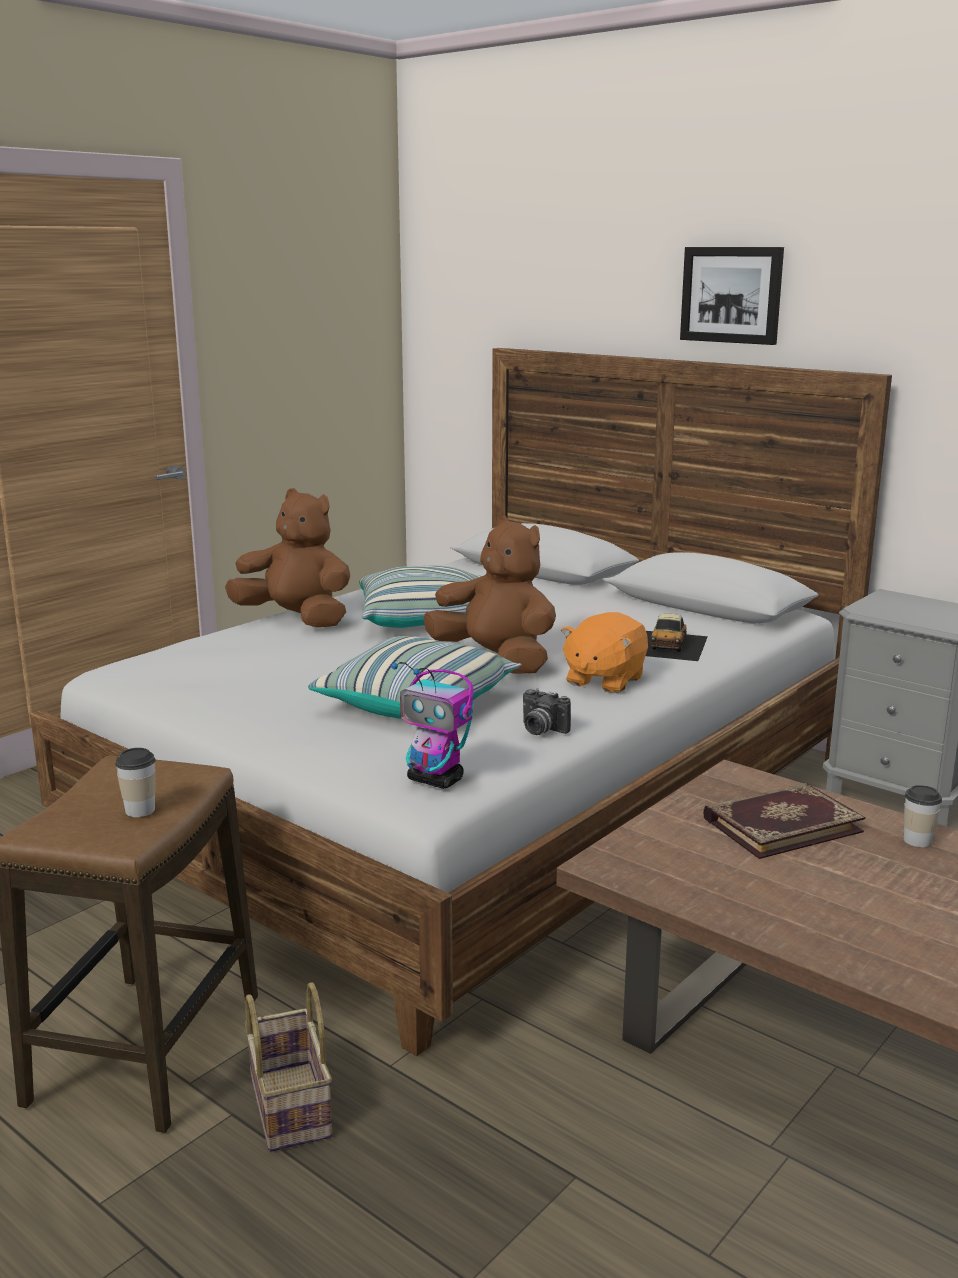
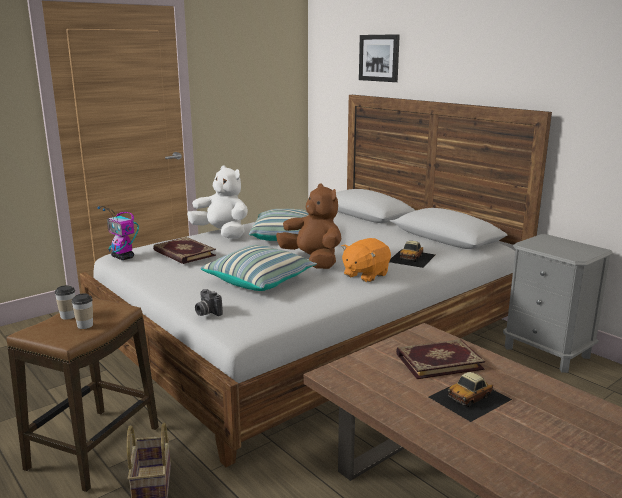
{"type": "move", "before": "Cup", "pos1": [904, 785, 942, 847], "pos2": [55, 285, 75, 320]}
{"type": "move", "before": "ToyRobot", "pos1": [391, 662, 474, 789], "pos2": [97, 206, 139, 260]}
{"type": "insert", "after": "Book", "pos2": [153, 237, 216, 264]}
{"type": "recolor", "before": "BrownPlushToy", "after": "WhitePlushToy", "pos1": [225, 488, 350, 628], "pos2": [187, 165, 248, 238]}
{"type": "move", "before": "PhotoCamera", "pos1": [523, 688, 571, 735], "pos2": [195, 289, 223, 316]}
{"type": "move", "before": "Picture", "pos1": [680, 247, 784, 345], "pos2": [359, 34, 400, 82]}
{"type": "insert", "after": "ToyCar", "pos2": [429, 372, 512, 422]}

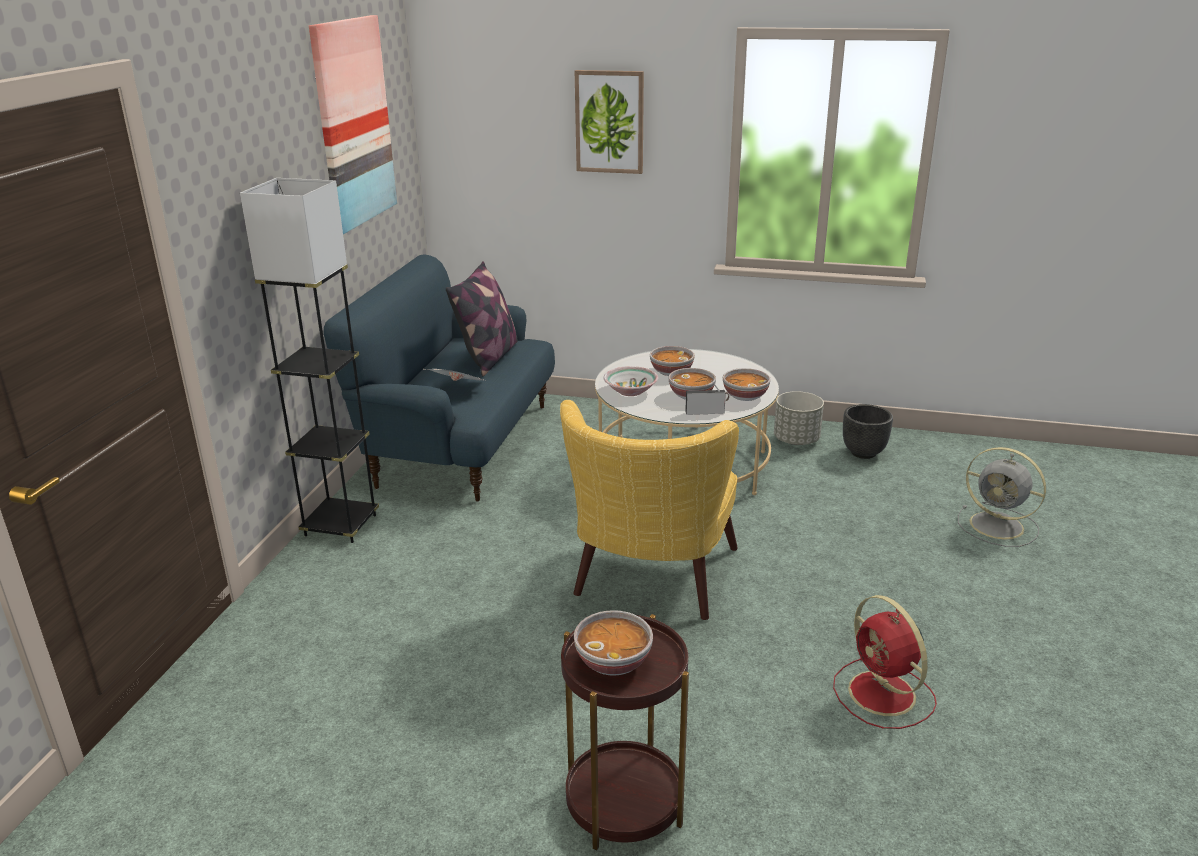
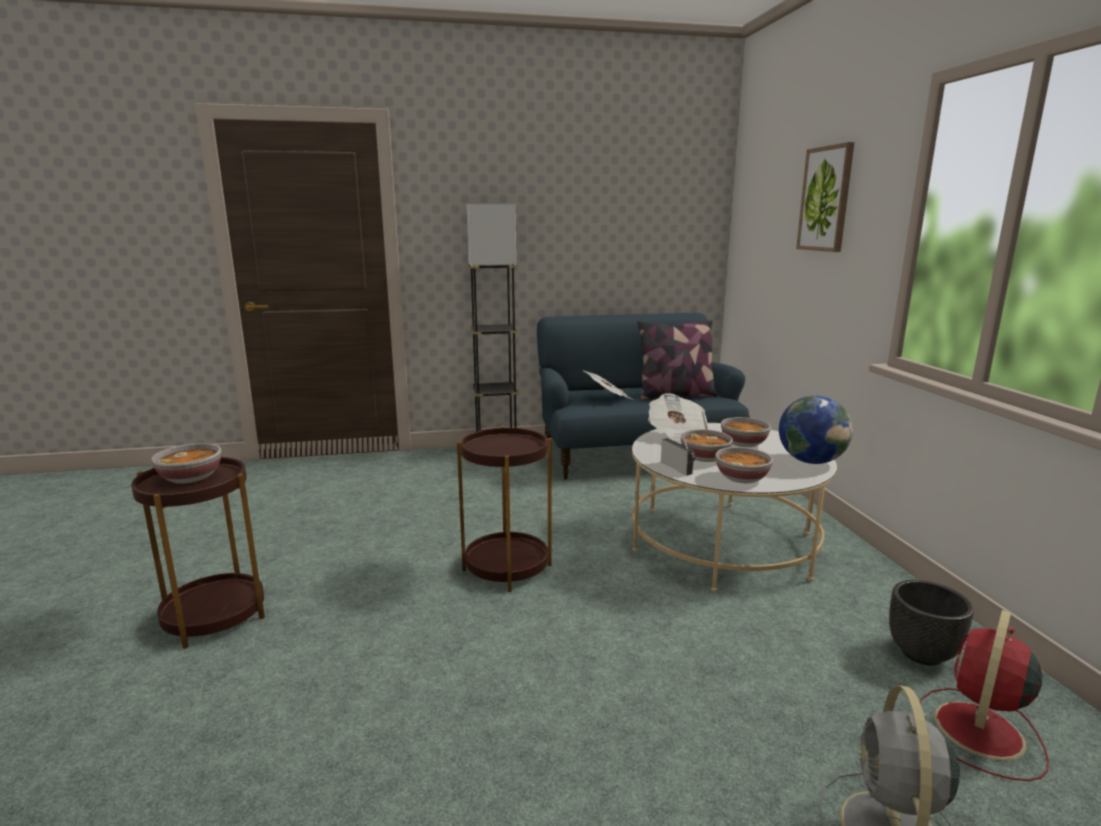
{"type": "replace", "before": "YellowArmchair", "after": "BrownSideTable", "pos1": [560, 400, 739, 620], "pos2": [457, 426, 551, 592]}
{"type": "replace", "before": "Bowl", "after": "Newspaper", "pos1": [604, 366, 658, 396], "pos2": [649, 393, 709, 444]}
{"type": "insert", "after": "Globe", "pos2": [779, 396, 853, 464]}
{"type": "move", "before": "RedFan", "pos1": [833, 595, 937, 729], "pos2": [919, 610, 1049, 781]}
{"type": "delete", "before": "Picture", "pos1": [309, 15, 397, 234]}
{"type": "delete", "before": "GreyPlanter", "pos1": [774, 391, 824, 445]}

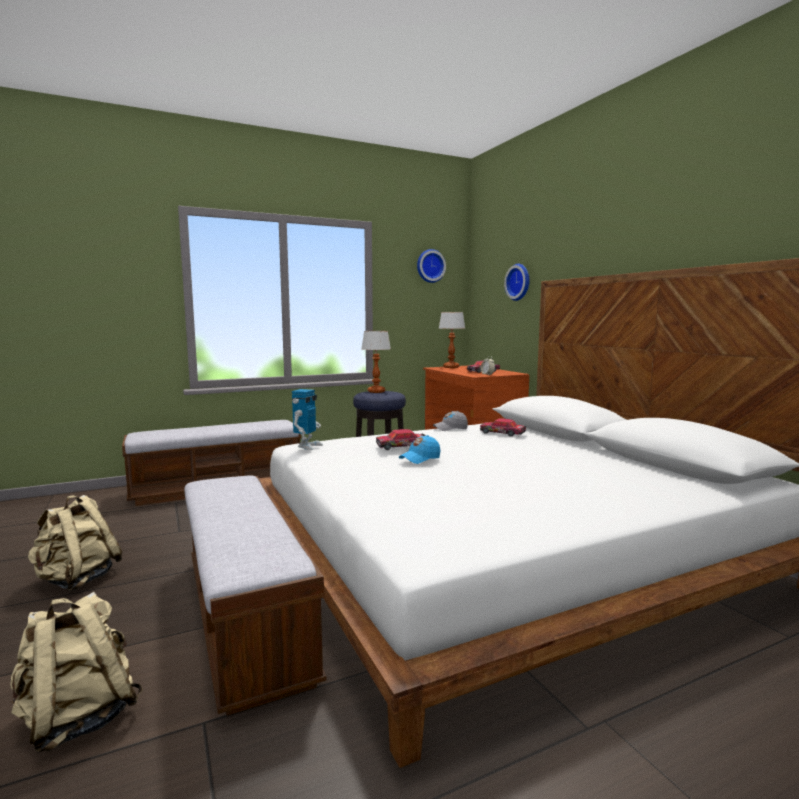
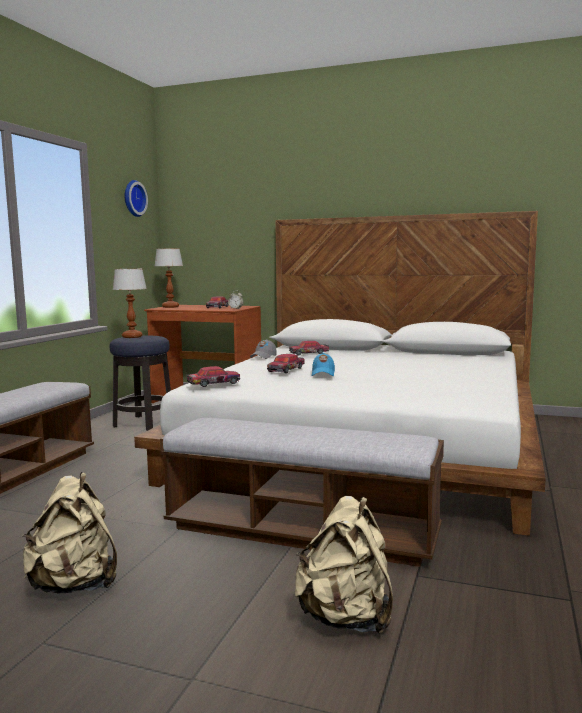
{"type": "replace", "before": "ToyRobot", "after": "ToyCar", "pos1": [292, 389, 323, 450], "pos2": [187, 366, 240, 387]}
{"type": "delete", "before": "WallClock", "pos1": [504, 264, 530, 301]}

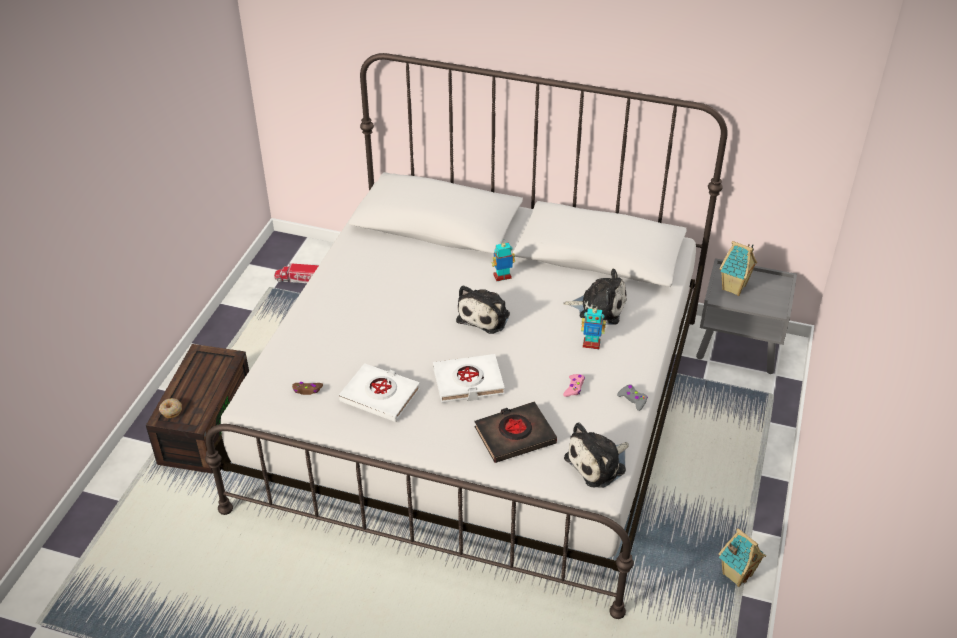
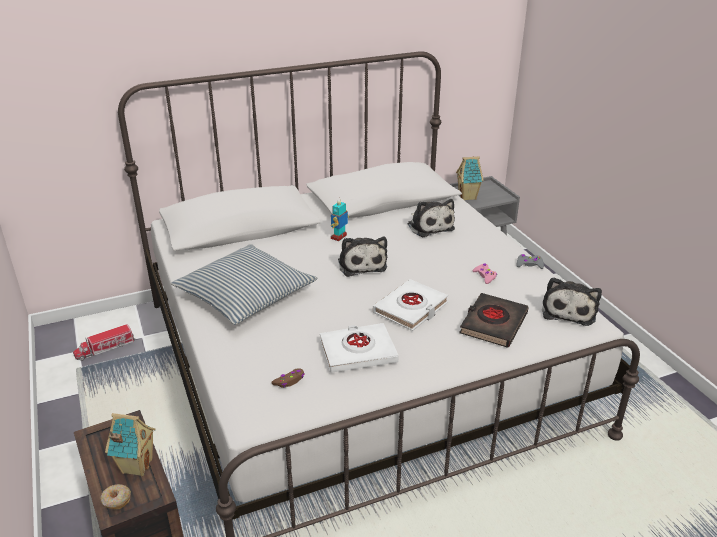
{"type": "move", "before": "ToyHouse", "pos1": [718, 528, 766, 587], "pos2": [105, 413, 156, 477]}
{"type": "insert", "after": "Pillow", "pos2": [171, 244, 318, 325]}
{"type": "rotate", "before": "PlushToy", "pos1": [563, 269, 627, 325], "pos2": [408, 199, 455, 237], "turn": 90}
{"type": "delete", "before": "ToyRobot", "pos1": [581, 305, 606, 349]}

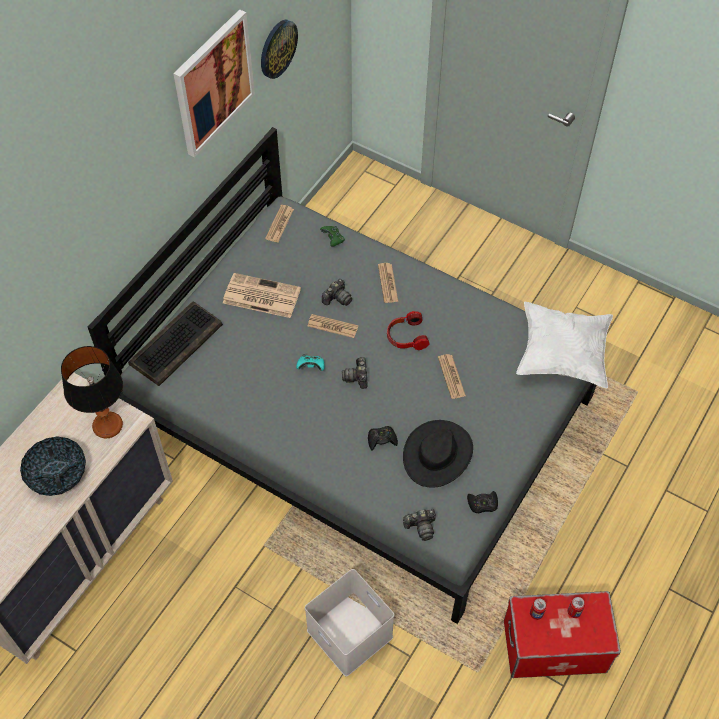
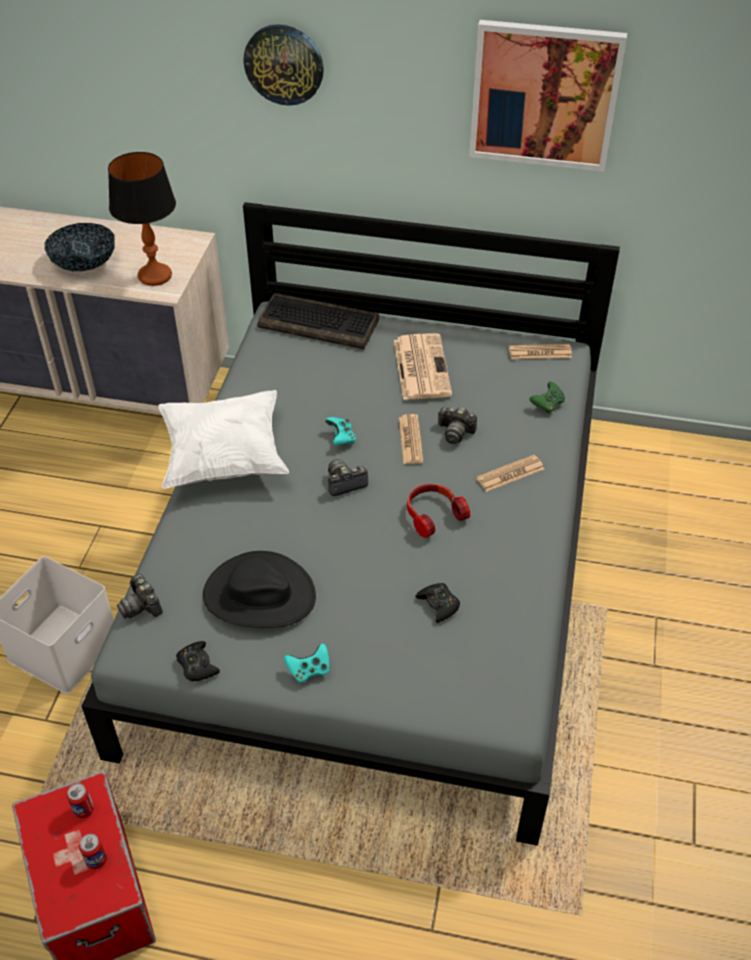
{"type": "move", "before": "WhitePillow", "pos1": [516, 302, 613, 388], "pos2": [159, 390, 289, 489]}
{"type": "move", "before": "WallClock", "pos1": [261, 20, 298, 79], "pos2": [244, 24, 324, 106]}
{"type": "insert", "after": "TurquoiseGameController", "pos2": [284, 643, 329, 683]}
{"type": "move", "before": "BlackGameController", "pos1": [368, 426, 398, 450], "pos2": [416, 583, 460, 623]}
{"type": "delete", "before": "Newspaper", "pos1": [438, 354, 466, 399]}

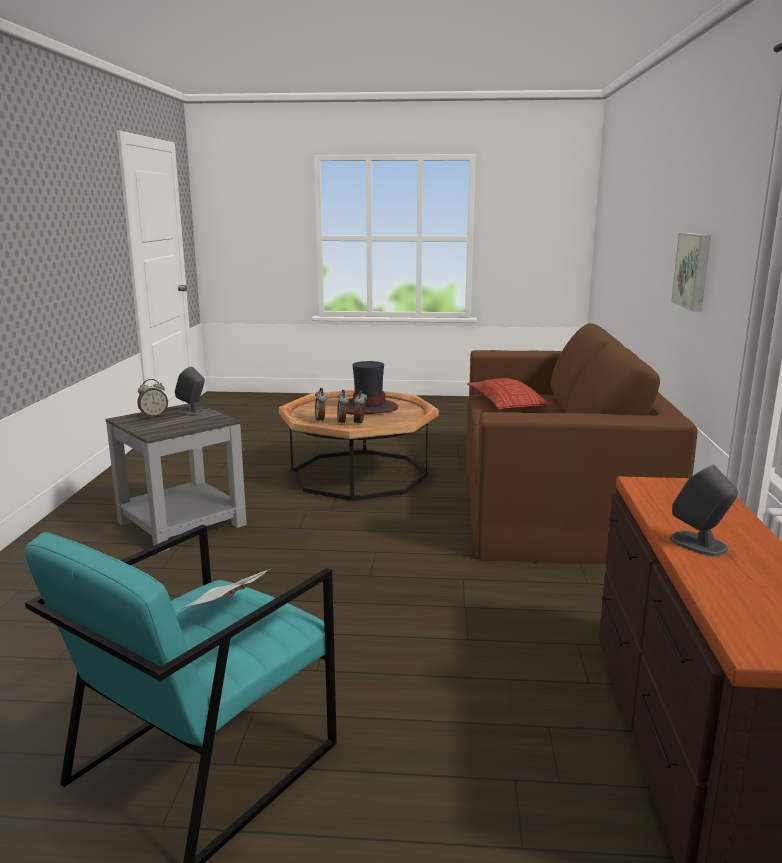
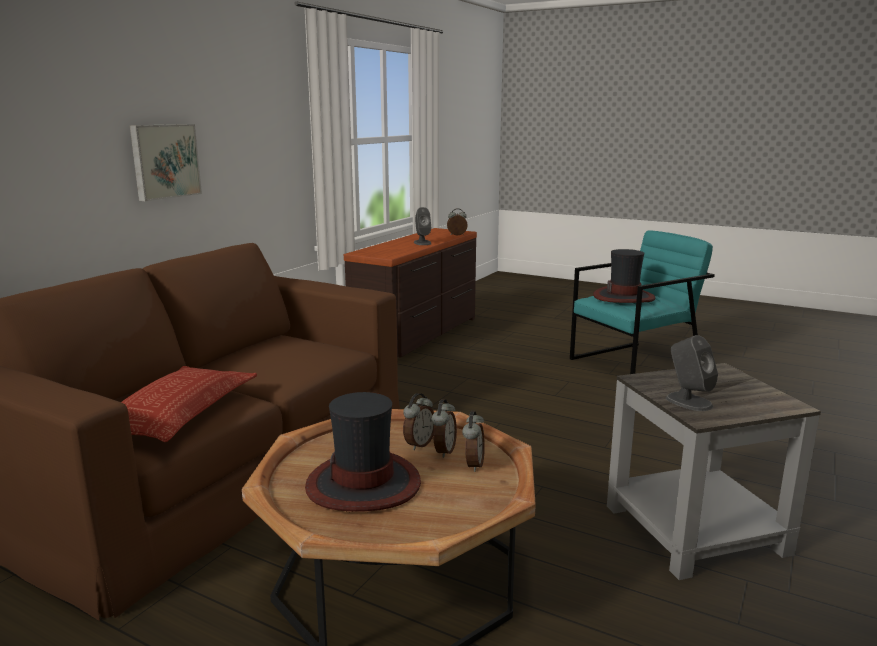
{"type": "move", "before": "AlarmClock", "pos1": [137, 379, 168, 418], "pos2": [447, 208, 468, 235]}
{"type": "replace", "before": "Newspaper", "after": "Hat", "pos1": [176, 566, 277, 611], "pos2": [593, 249, 655, 303]}

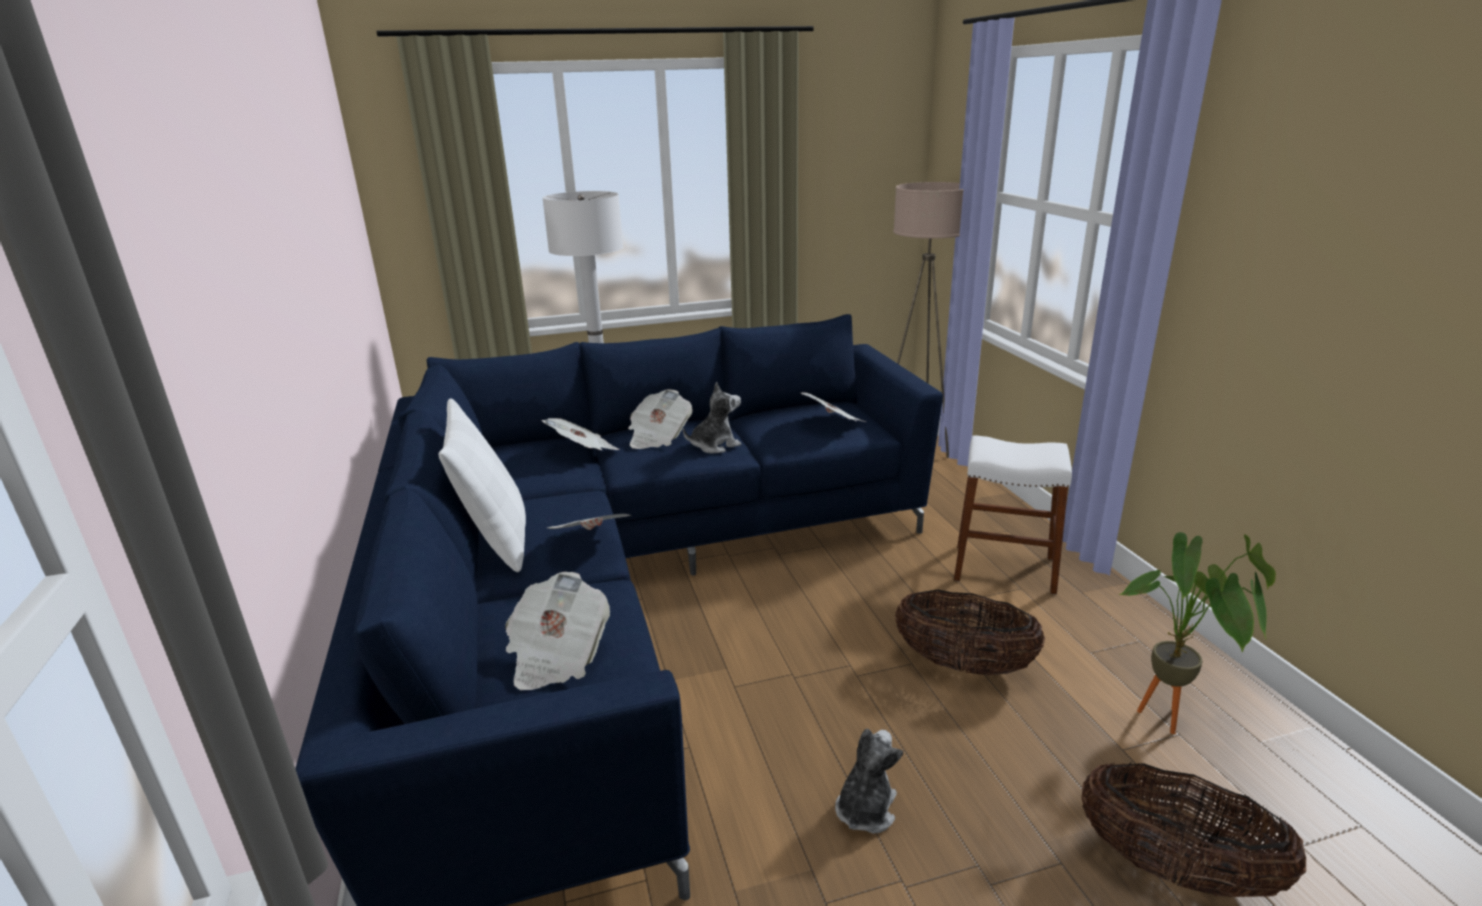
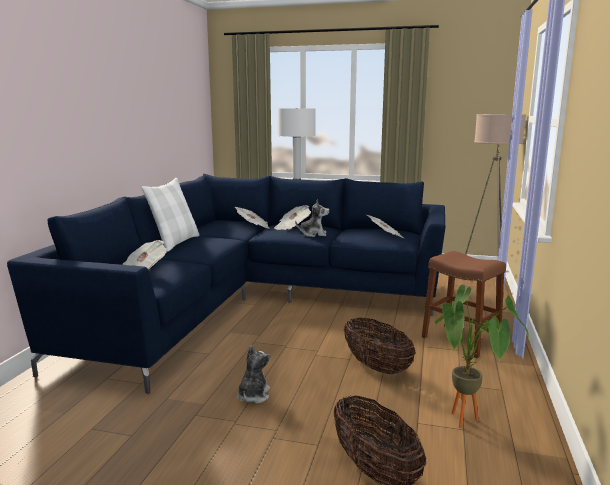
{"type": "rotate", "before": "PlushToy", "pos1": [835, 728, 903, 834], "pos2": [237, 346, 270, 403], "turn": -45}
{"type": "recolor", "before": "WhiteStool", "after": "BrownStool", "pos1": [954, 435, 1072, 595], "pos2": [422, 251, 506, 358]}
{"type": "delete", "before": "Newspaper", "pos1": [547, 514, 632, 530]}

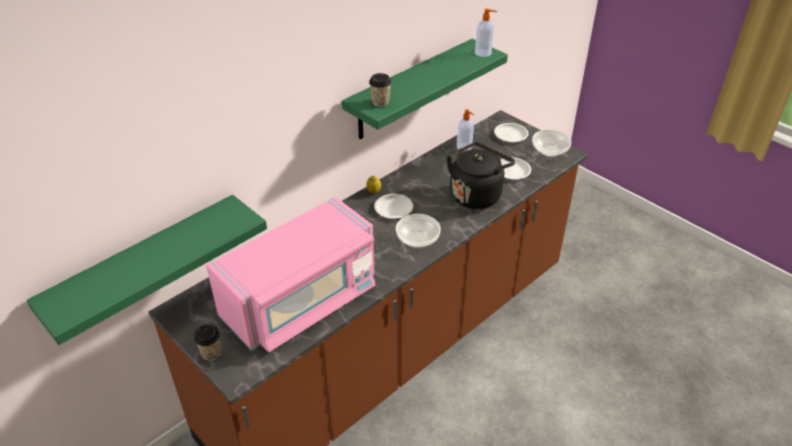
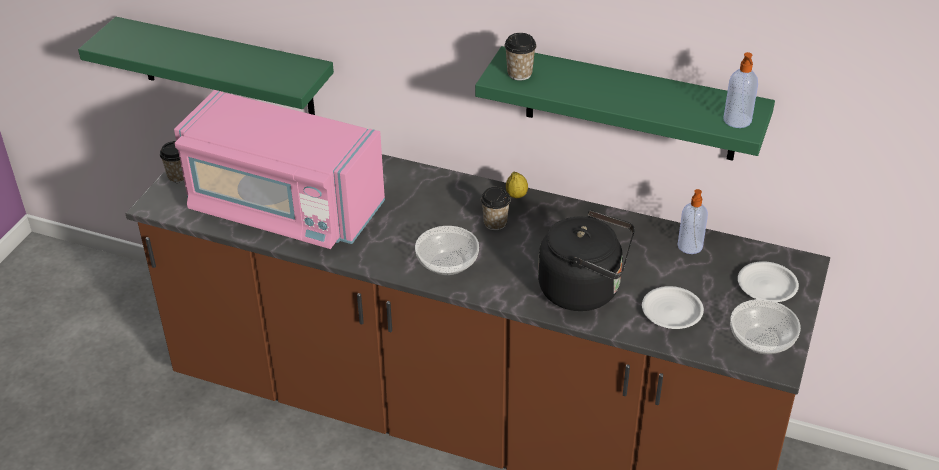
{"type": "replace", "before": "WhitePlate", "after": "Cup", "pos1": [374, 194, 413, 219], "pos2": [481, 187, 511, 231]}

